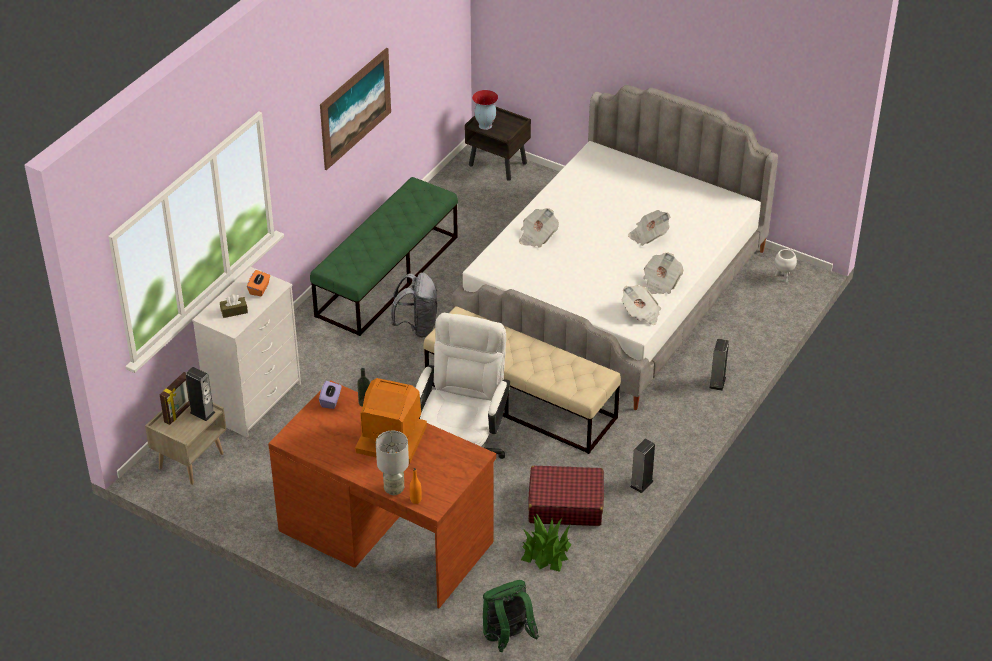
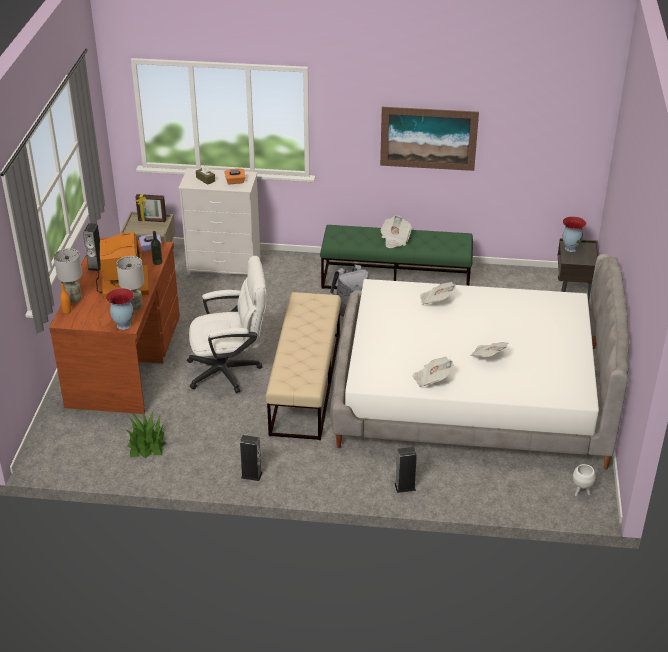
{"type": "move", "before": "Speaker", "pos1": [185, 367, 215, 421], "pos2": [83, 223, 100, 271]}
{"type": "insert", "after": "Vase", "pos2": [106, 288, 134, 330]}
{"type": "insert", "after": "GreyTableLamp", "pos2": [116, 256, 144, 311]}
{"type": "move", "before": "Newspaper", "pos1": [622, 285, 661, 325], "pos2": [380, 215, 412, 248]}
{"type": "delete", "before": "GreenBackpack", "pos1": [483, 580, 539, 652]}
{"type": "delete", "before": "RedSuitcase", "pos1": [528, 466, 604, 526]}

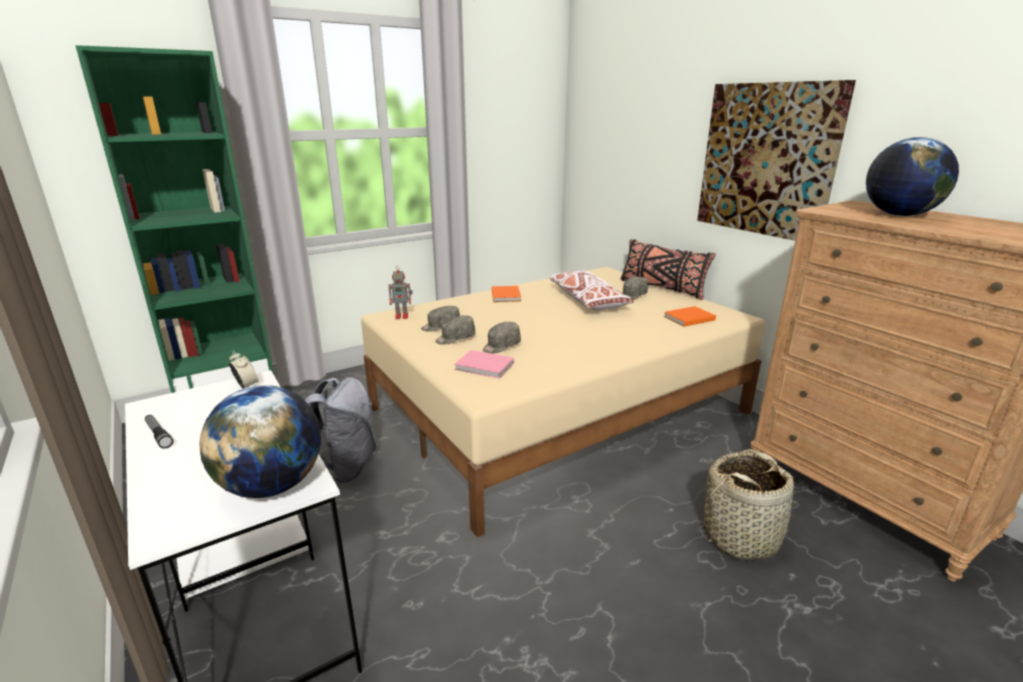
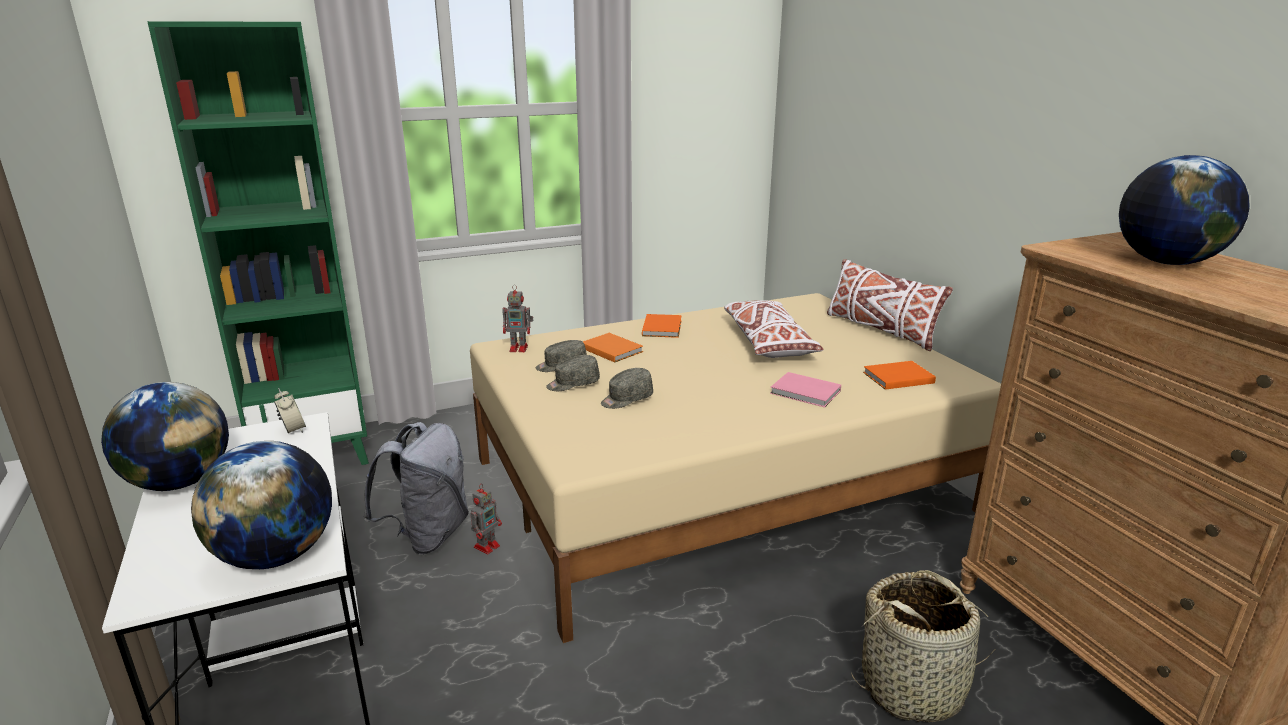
{"type": "replace", "before": "Flashlight", "after": "Globe", "pos1": [145, 415, 174, 449], "pos2": [101, 382, 229, 491]}
{"type": "insert", "after": "ToyRobot", "pos2": [470, 484, 502, 554]}
{"type": "insert", "after": "OrangeBook", "pos2": [583, 333, 643, 362]}
{"type": "move", "before": "PinkBook", "pos1": [454, 350, 514, 378], "pos2": [770, 372, 841, 407]}
{"type": "recolor", "before": "BlackPillow", "after": "WhitePillow", "pos1": [621, 239, 716, 300], "pos2": [827, 259, 953, 351]}
{"type": "delete", "before": "GreyCap", "pos1": [622, 277, 648, 300]}
{"type": "delete", "before": "Picture", "pos1": [697, 80, 856, 241]}

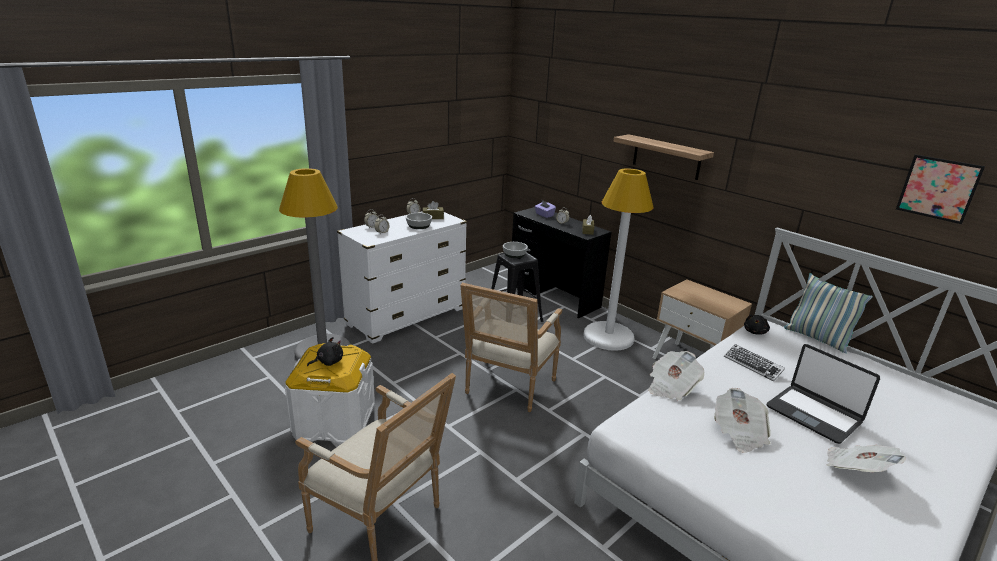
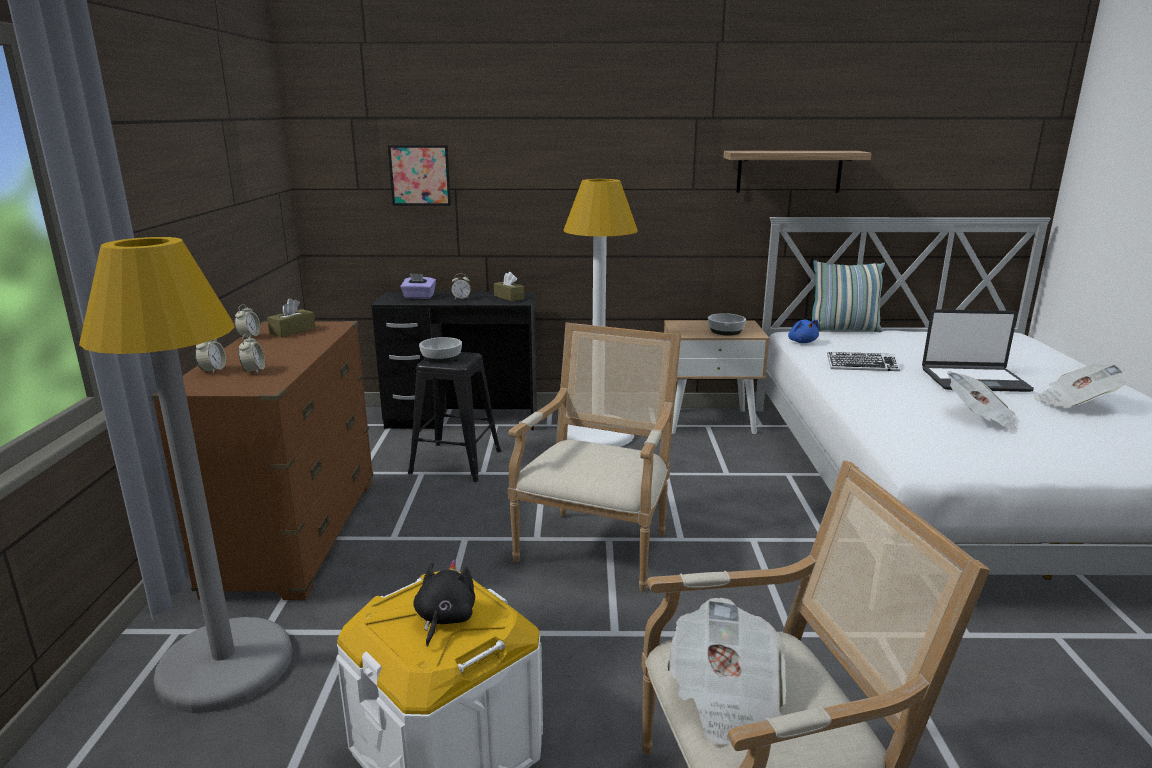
{"type": "recolor", "before": "WhiteDresser", "after": "BrownDresser", "pos1": [337, 211, 467, 344], "pos2": [151, 321, 373, 600]}
{"type": "move", "before": "Picture", "pos1": [896, 154, 985, 224], "pos2": [388, 145, 451, 206]}
{"type": "rotate", "before": "Armchair", "pos1": [460, 283, 562, 412], "pos2": [508, 323, 681, 591], "turn": -135}
{"type": "move", "before": "Newspaper", "pos1": [649, 351, 704, 400], "pos2": [667, 598, 786, 745]}
{"type": "move", "before": "Bowl", "pos1": [406, 213, 432, 229], "pos2": [708, 313, 746, 335]}
{"type": "move", "before": "Shelf", "pos1": [613, 134, 714, 180], "pos2": [723, 151, 872, 193]}
{"type": "recolor", "before": "BlackPlushToy", "after": "BluePlushToy", "pos1": [744, 315, 770, 335], "pos2": [788, 319, 819, 343]}

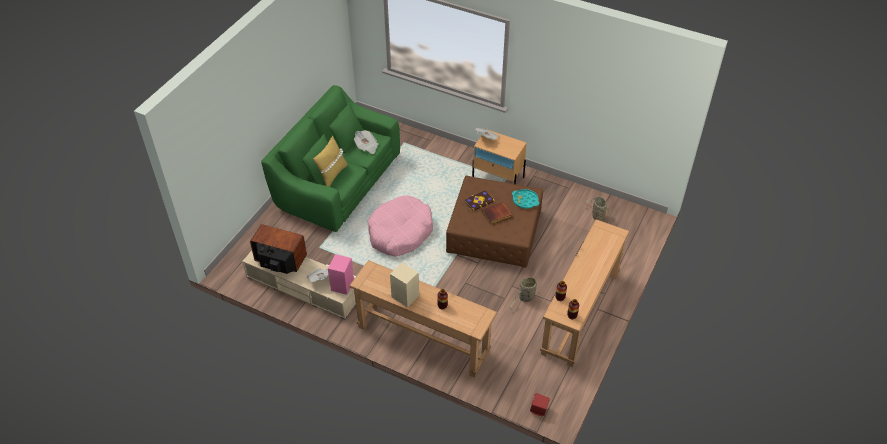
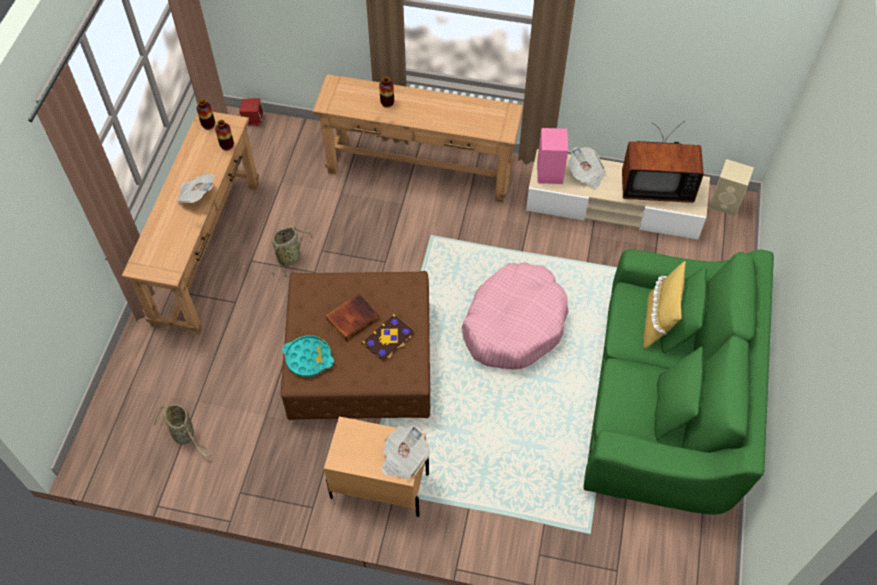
{"type": "move", "before": "Newspaper", "pos1": [354, 130, 379, 154], "pos2": [176, 173, 214, 203]}
{"type": "move", "before": "BeigeSpeaker", "pos1": [390, 263, 419, 308], "pos2": [709, 159, 754, 217]}

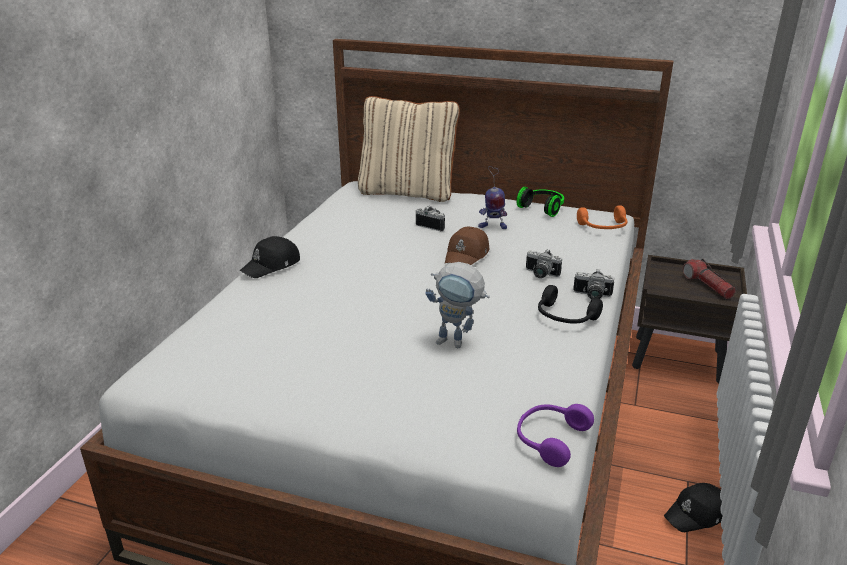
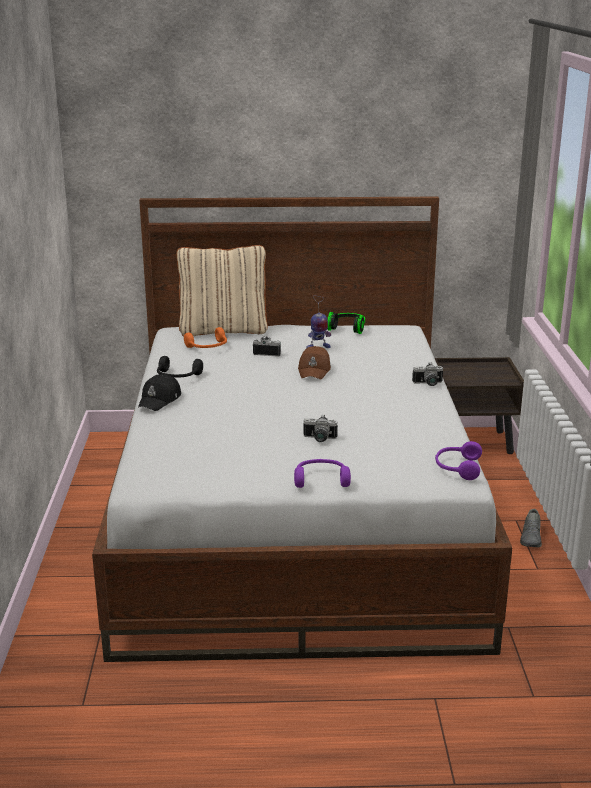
{"type": "move", "before": "BlackHeadphones", "pos1": [538, 285, 603, 324], "pos2": [157, 356, 203, 377]}
{"type": "move", "before": "OrangeHeadphones", "pos1": [577, 205, 628, 229], "pos2": [184, 327, 227, 348]}
{"type": "insert", "after": "PurpleHeadphones", "pos2": [294, 459, 351, 488]}
{"type": "move", "before": "PhotoCamera", "pos1": [526, 249, 562, 278], "pos2": [303, 415, 338, 442]}
{"type": "replace", "before": "BlackCap", "after": "GreyShoe", "pos1": [664, 483, 723, 532], "pos2": [520, 509, 542, 548]}
{"type": "delete", "before": "ToyRobot", "pos1": [426, 262, 490, 348]}
{"type": "delete", "before": "Flashlight", "pos1": [683, 259, 736, 299]}

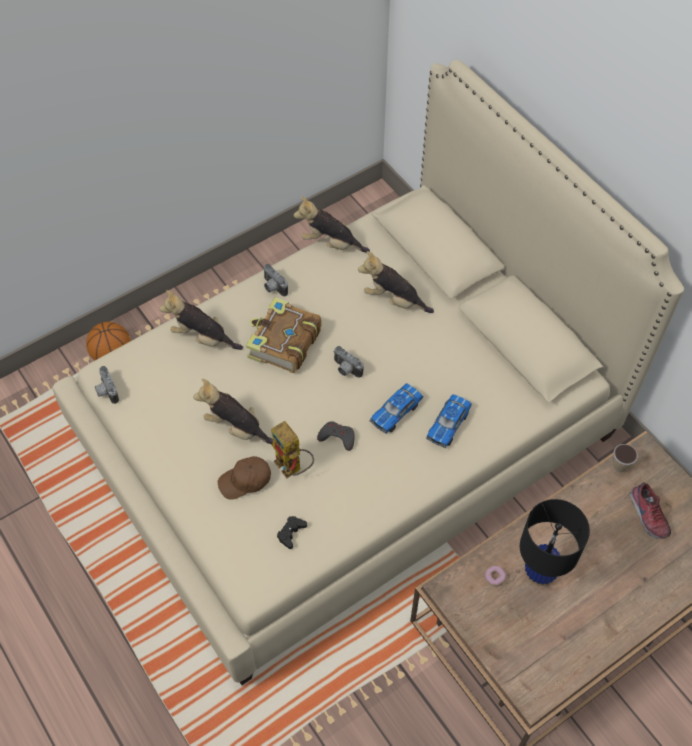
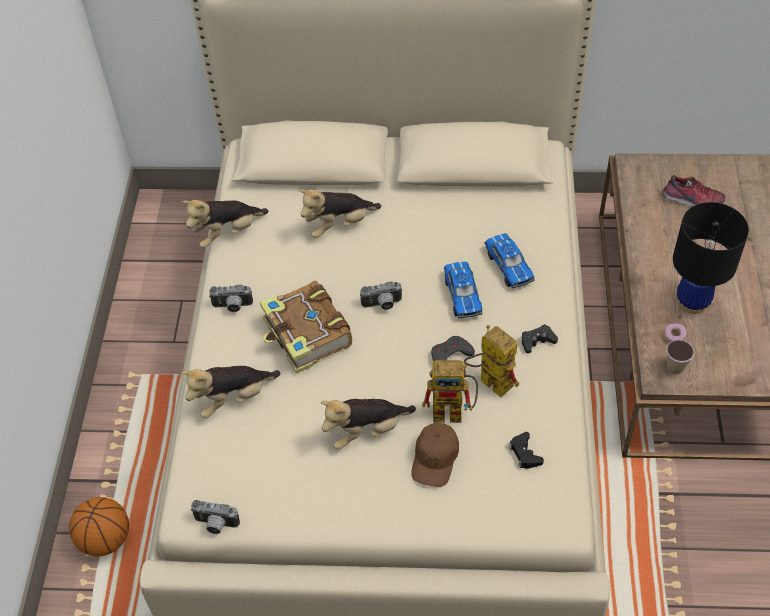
{"type": "insert", "after": "ToyRobot", "pos2": [464, 325, 519, 397]}
{"type": "insert", "after": "BlackGameController", "pos2": [522, 324, 558, 354]}
{"type": "move", "before": "Cup", "pos1": [613, 444, 638, 472], "pos2": [666, 340, 694, 375]}

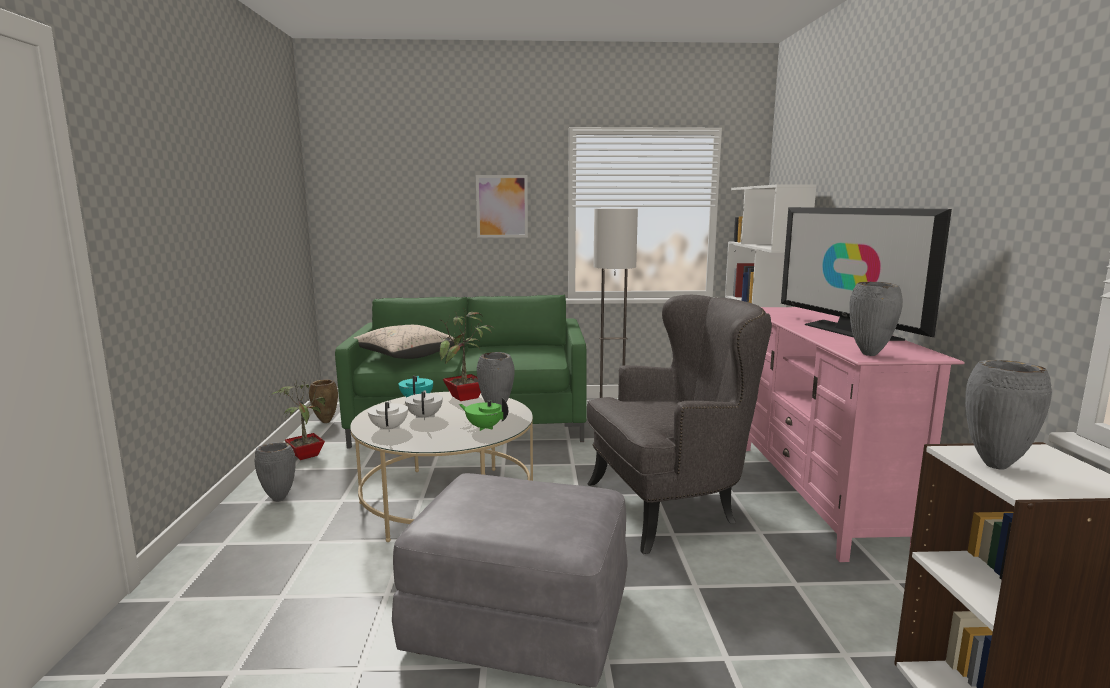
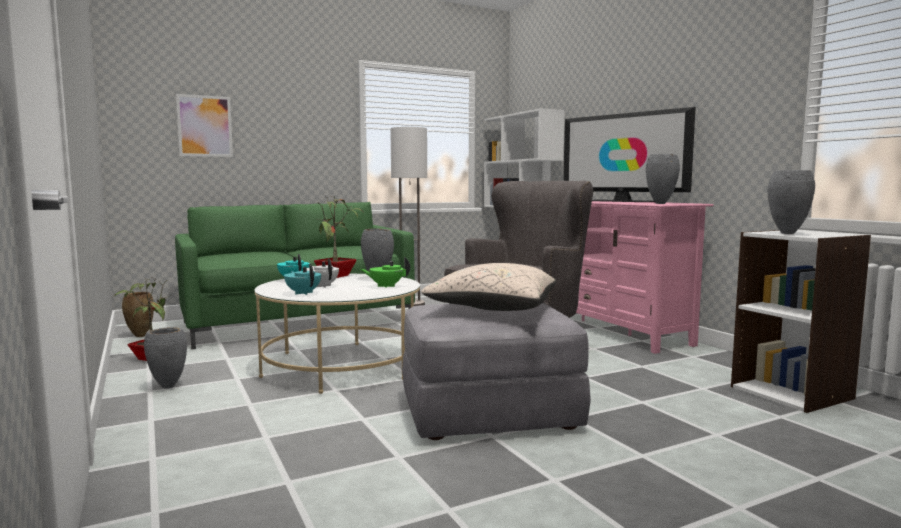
{"type": "move", "before": "Picture", "pos1": [476, 175, 528, 238], "pos2": [176, 94, 233, 157]}
{"type": "recolor", "before": "WhiteTeapot", "after": "TurquoiseTeapot", "pos1": [368, 400, 408, 432], "pos2": [284, 264, 321, 295]}
{"type": "move", "before": "BeigePillow", "pos1": [354, 325, 455, 359], "pos2": [421, 263, 556, 311]}

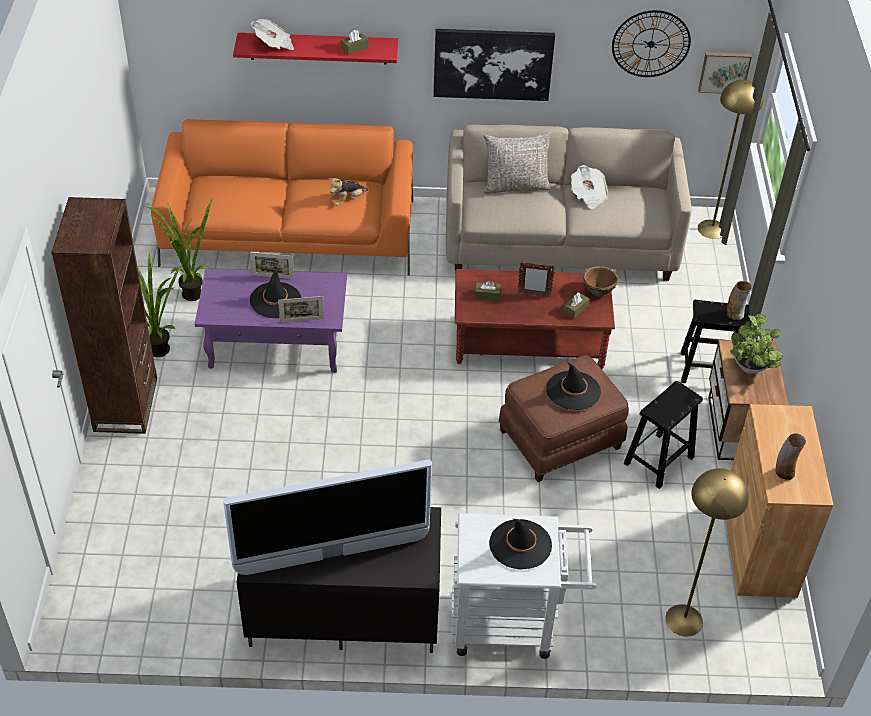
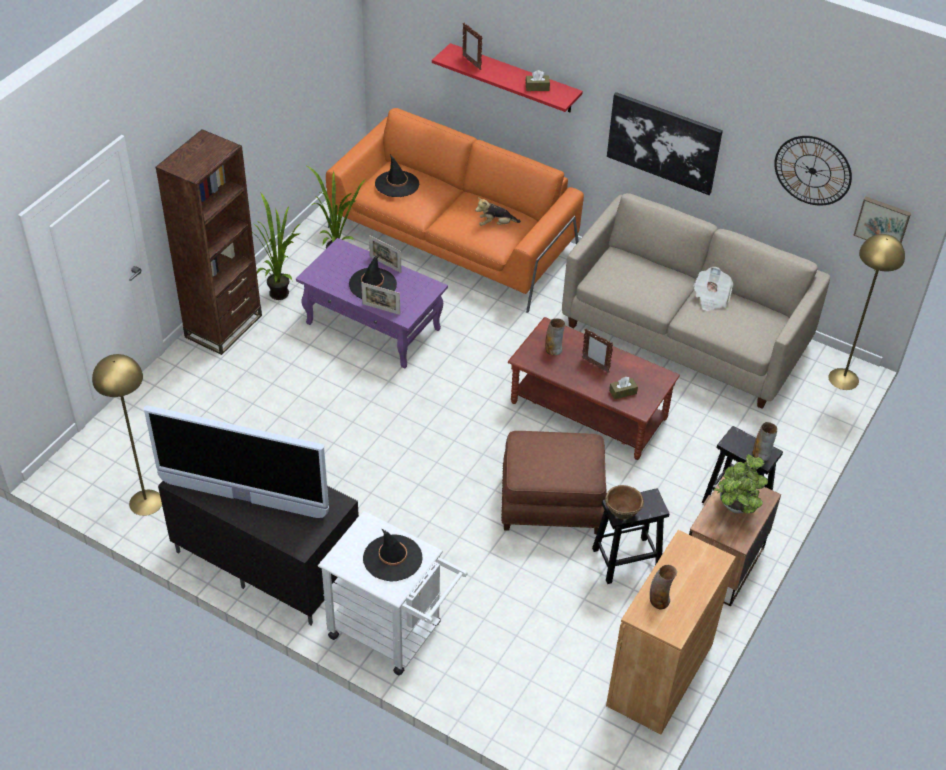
{"type": "move", "before": "YellowFloorLamp", "pos1": [665, 468, 749, 636], "pos2": [92, 354, 162, 516]}
{"type": "move", "before": "BlackHat", "pos1": [546, 362, 601, 410], "pos2": [375, 155, 419, 197]}
{"type": "replace", "before": "Newspaper", "after": "PictureFrame", "pos1": [251, 19, 294, 50], "pos2": [463, 23, 482, 70]}
{"type": "replace", "before": "BrownTissueBox", "after": "Vase", "pos1": [475, 281, 501, 301], "pos2": [545, 318, 565, 355]}
{"type": "move", "before": "BrownBowl", "pos1": [583, 266, 618, 297], "pos2": [605, 485, 644, 519]}
{"type": "delete", "before": "GreyPillow", "pos1": [483, 132, 552, 194]}

